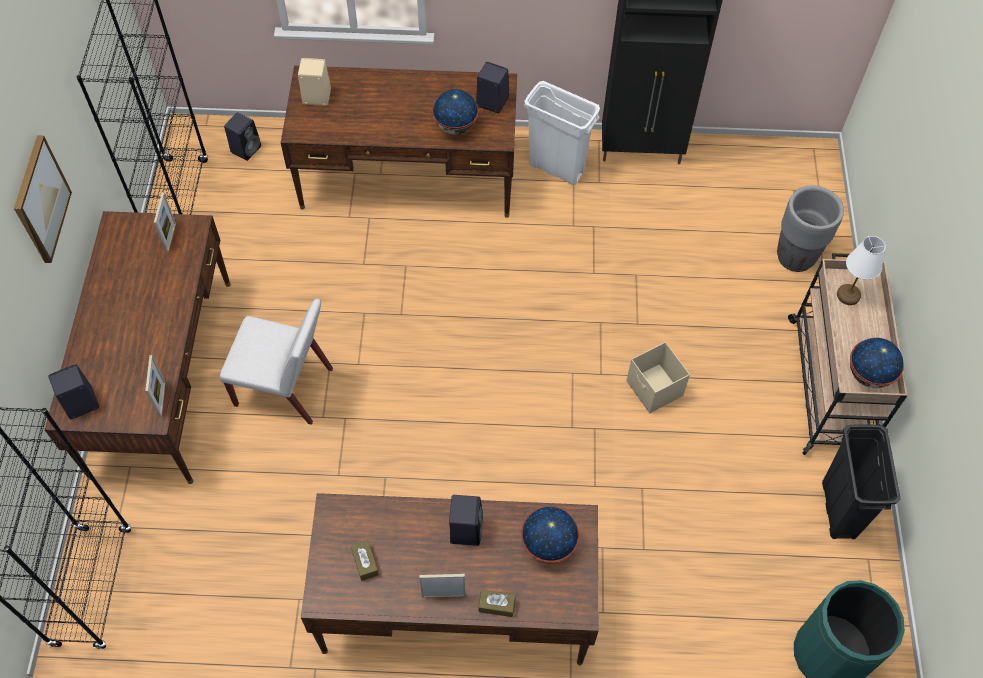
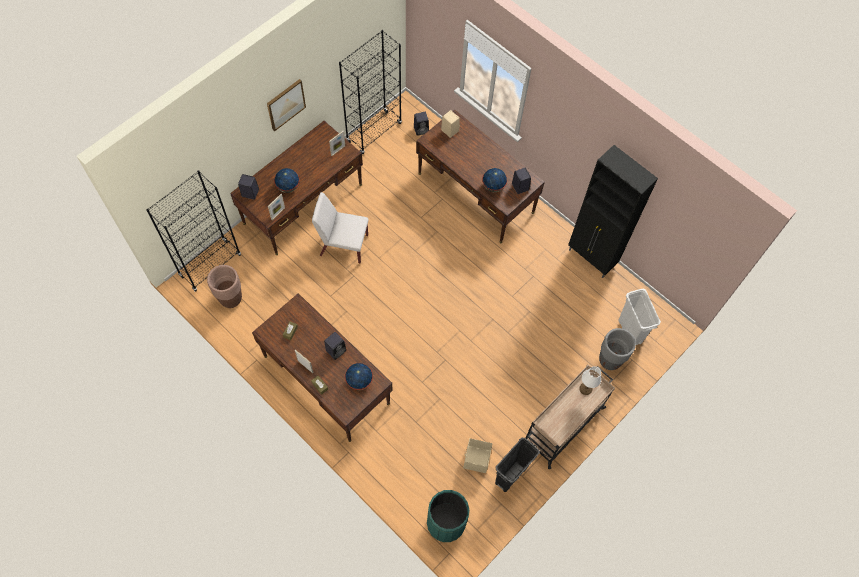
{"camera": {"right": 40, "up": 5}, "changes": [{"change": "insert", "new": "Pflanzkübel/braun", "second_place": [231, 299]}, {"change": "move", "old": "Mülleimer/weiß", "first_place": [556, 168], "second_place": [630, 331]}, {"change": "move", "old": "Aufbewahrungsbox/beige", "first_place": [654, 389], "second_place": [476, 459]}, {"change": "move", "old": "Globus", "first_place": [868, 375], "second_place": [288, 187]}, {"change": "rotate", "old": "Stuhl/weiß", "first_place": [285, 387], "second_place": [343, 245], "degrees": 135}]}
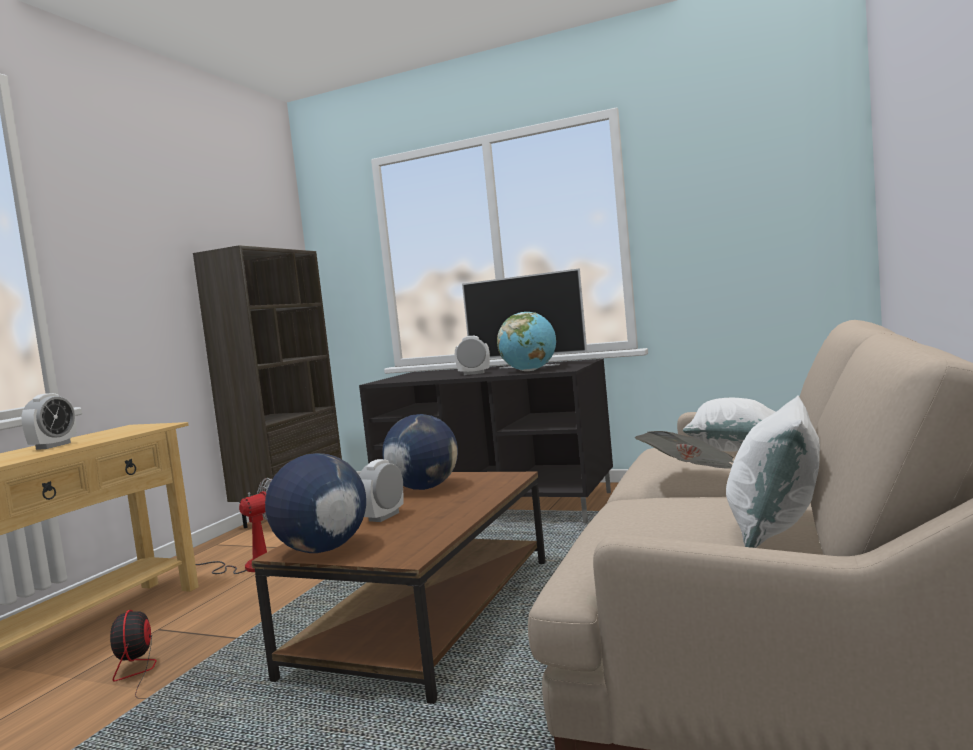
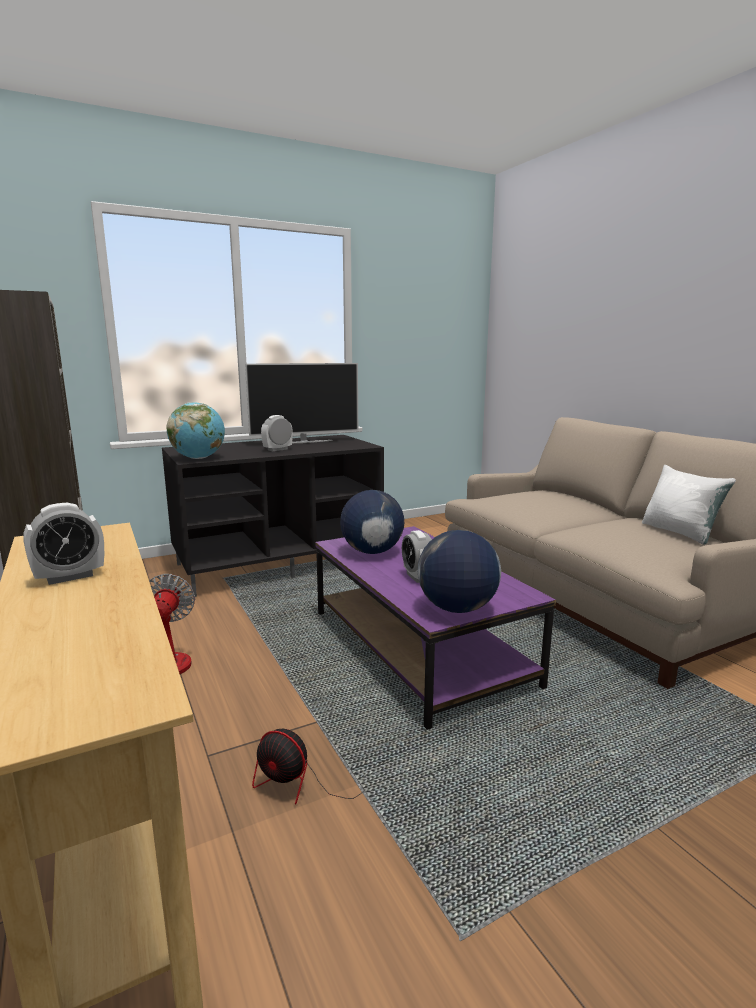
{"camera": {"right": -50, "up": 10}, "changes": [{"change": "delete", "old": "Zeitung", "first_place": [692, 478]}, {"change": "delete", "old": "Kissen/weiß", "first_place": [736, 449]}, {"change": "move", "old": "Globus", "first_place": [529, 371], "second_place": [198, 458]}, {"change": "recolor", "old": "Couchtisch/braun", "new": "Couchtisch/lila", "first_place": [428, 615], "second_place": [419, 647]}, {"change": "rotate", "old": "Wecker", "first_place": [53, 446], "second_place": [70, 577], "degrees": 90}]}
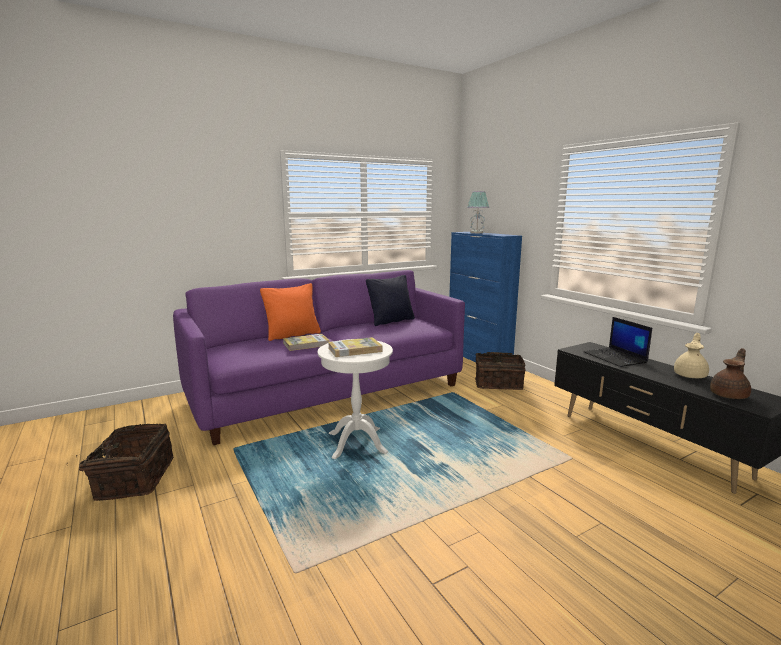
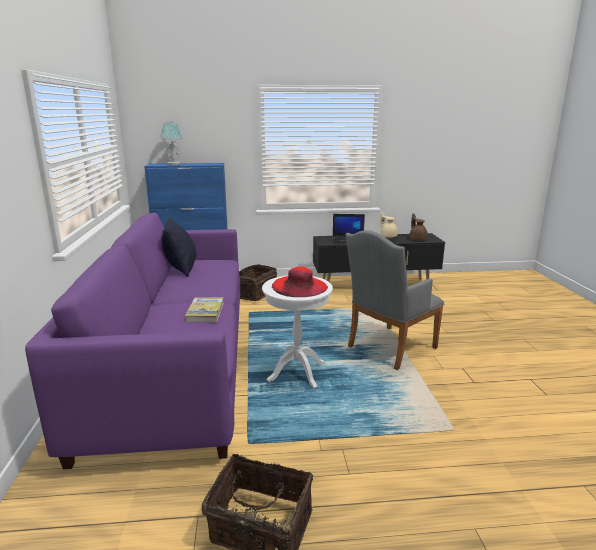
{"camera": {"right": -65, "up": 5}, "changes": [{"change": "delete", "old": "Kissen/orange", "first_place": [292, 335]}, {"change": "insert", "new": "Sessel/grau", "second_place": [388, 349]}, {"change": "replace", "old": "Buch", "new": "Hut/rot", "first_place": [354, 349], "second_place": [299, 286]}]}
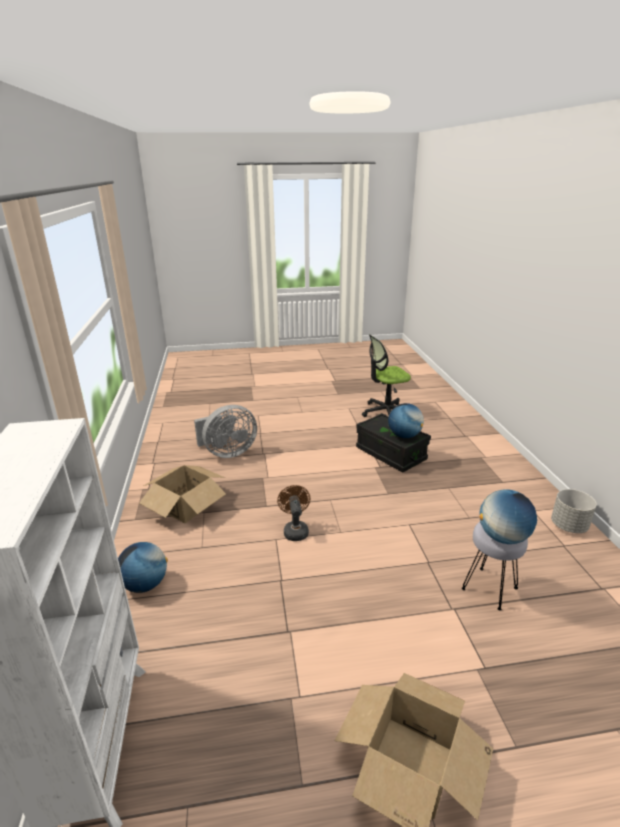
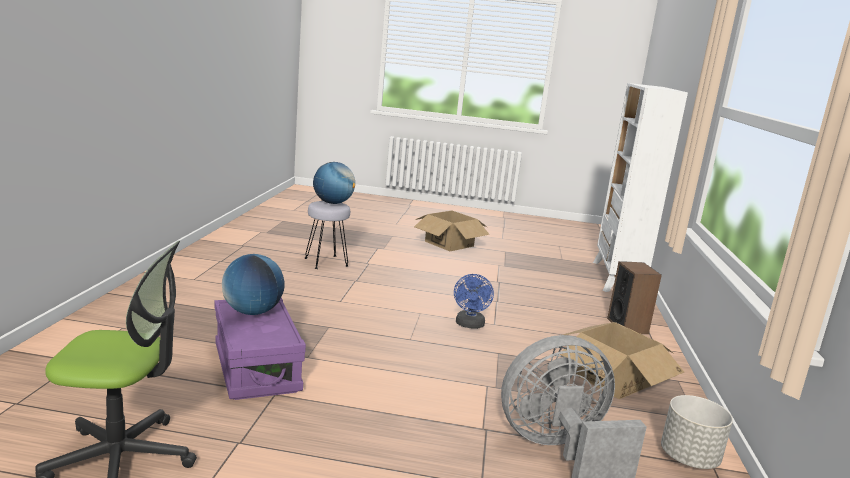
{"camera": {"right": -165, "up": -10}, "changes": [{"change": "move", "old": "Pflanzkübel/grau", "first_place": [569, 526], "second_place": [688, 458]}, {"change": "replace", "old": "Globus", "new": "Lautsprecher", "first_place": [145, 584], "second_place": [627, 326]}, {"change": "recolor", "old": "Ventilator/braun", "new": "Ventilator/blau", "first_place": [295, 530], "second_place": [469, 325]}, {"change": "recolor", "old": "Aufbewahrungsbox/schwarz", "new": "Aufbewahrungsbox/lila", "first_place": [390, 454], "second_place": [256, 368]}]}
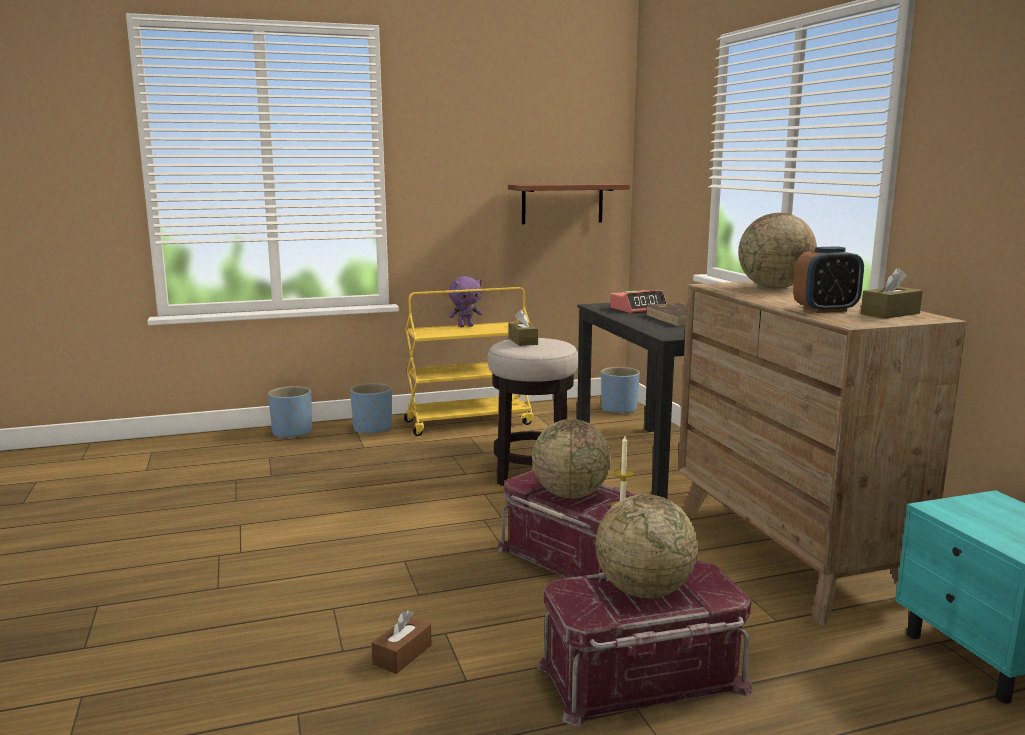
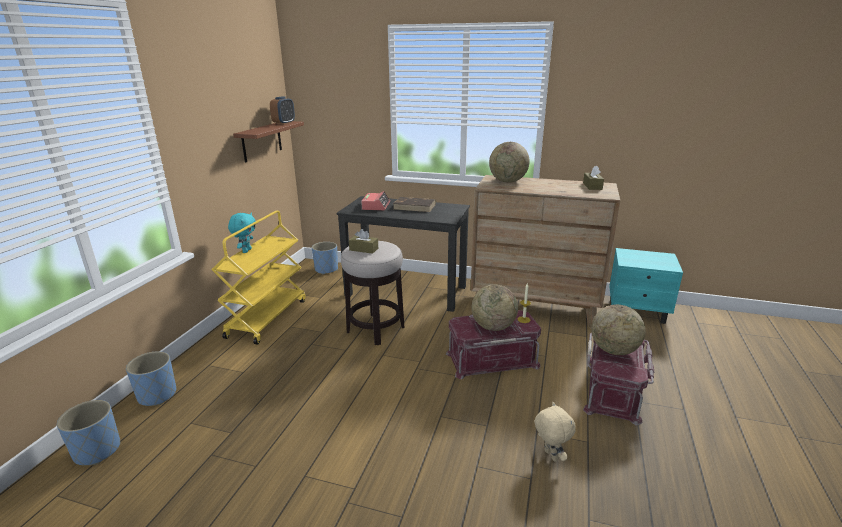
{"camera": {"right": -55, "up": 10}, "changes": [{"change": "move", "old": "Pflanzkübel/blau", "first_place": [372, 429], "second_place": [97, 451]}, {"change": "move", "old": "Wecker", "first_place": [825, 310], "second_place": [284, 123]}, {"change": "replace", "old": "Taschentuchbox/braun", "new": "Plüschtier/beige", "first_place": [402, 655], "second_place": [550, 455]}, {"change": "recolor", "old": "Plüschtier/lila", "new": "Plüschtier/türkis", "first_place": [465, 326], "second_place": [246, 251]}]}
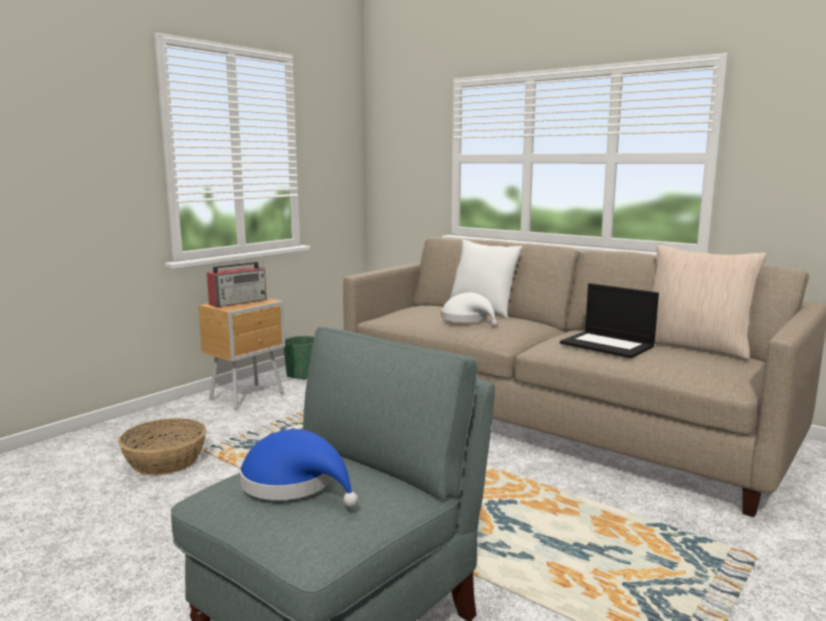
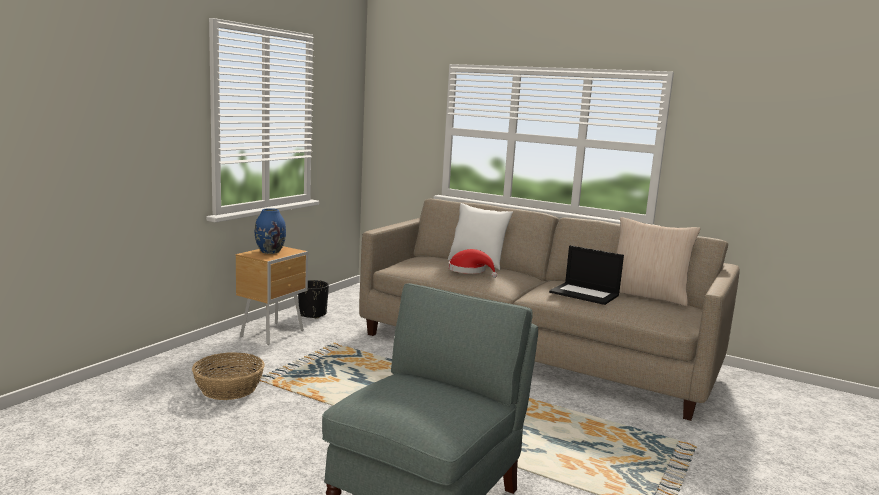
{"camera": {"right": -10, "up": 0}, "changes": [{"change": "delete", "old": "Hut/blau", "first_place": [294, 483]}, {"change": "replace", "old": "Radio", "new": "Vase/blau", "first_place": [239, 302], "second_place": [270, 251]}, {"change": "recolor", "old": "Pflanzkübel/grün", "new": "Pflanzkübel/schwarz", "first_place": [302, 375], "second_place": [312, 314]}, {"change": "recolor", "old": "Hut/weiß", "new": "Hut/rot", "first_place": [467, 319], "second_place": [469, 271]}]}
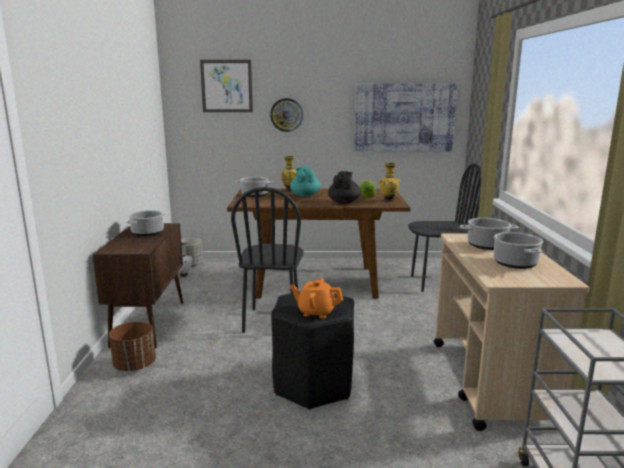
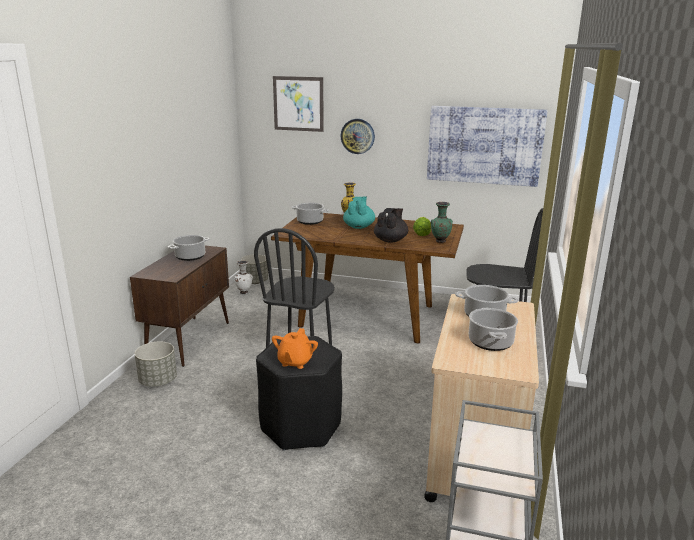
{"camera": {"right": 15, "up": 5}, "changes": [{"change": "recolor", "old": "Pflanzkübel/braun", "new": "Pflanzkübel/grau", "first_place": [135, 365], "second_place": [158, 381]}, {"change": "recolor", "old": "Vase/gelb", "new": "Vase/grün", "first_place": [388, 200], "second_place": [440, 242]}, {"change": "rotate", "old": "Teekanne/orange", "first_place": [316, 312], "second_place": [295, 362], "degrees": -105}]}
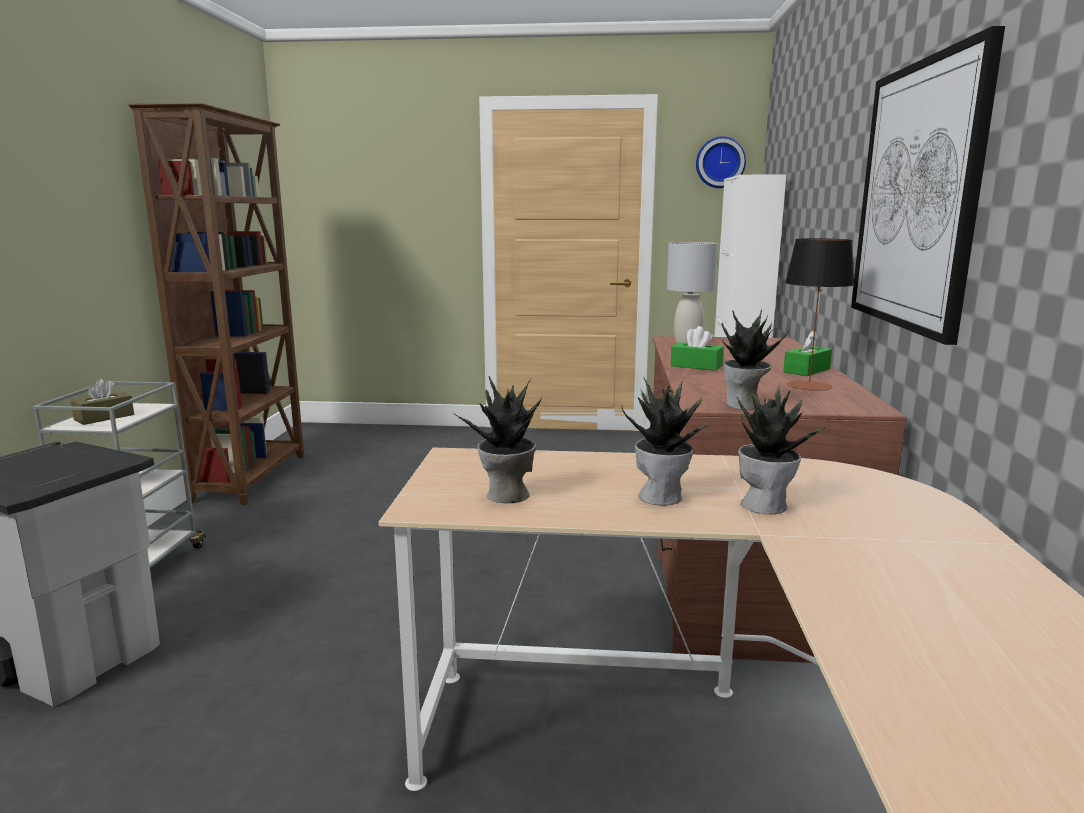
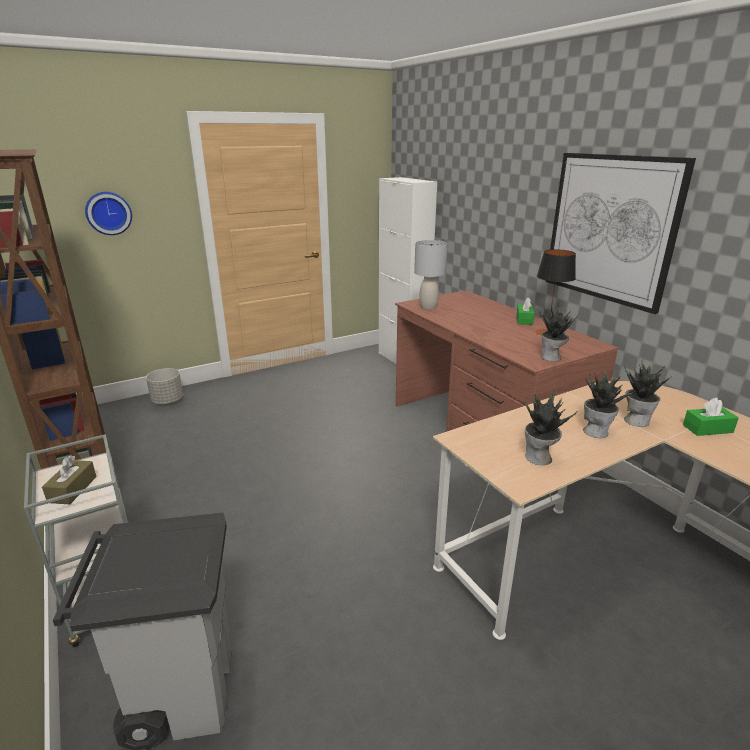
{"camera": {"right": -35, "up": 10}, "changes": [{"change": "insert", "new": "Pflanzkübel/grau", "second_place": [167, 401]}, {"change": "move", "old": "Taschentuchbox/grün", "first_place": [696, 366], "second_place": [707, 429]}, {"change": "move", "old": "Wanduhr", "first_place": [720, 162], "second_place": [108, 213]}]}
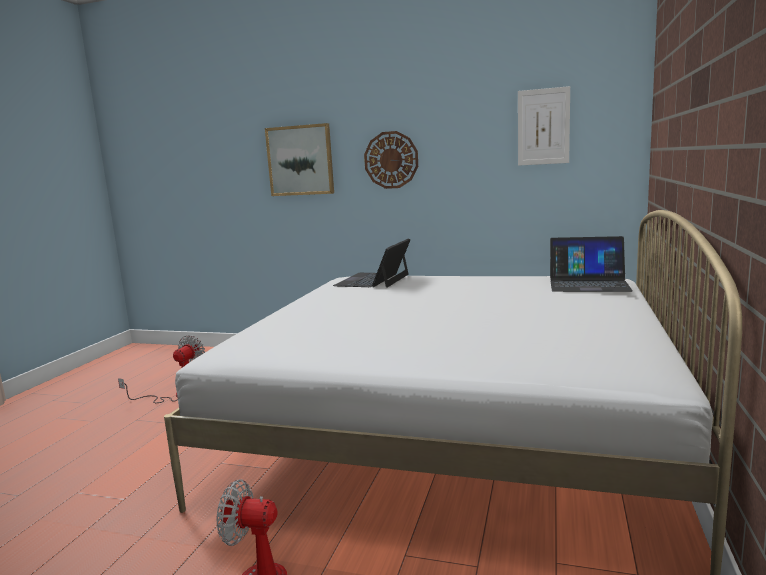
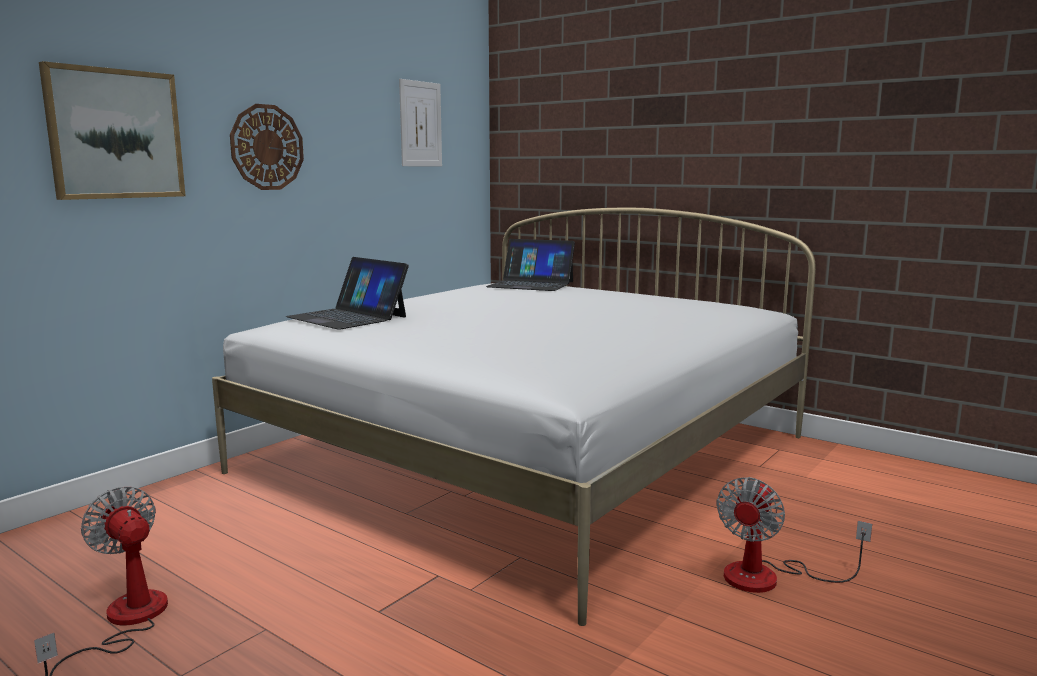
{"camera": {"right": -70, "up": 0}, "changes": [{"change": "rotate", "old": "Laptop", "first_place": [588, 284], "second_place": [531, 284], "degrees": 75}]}
